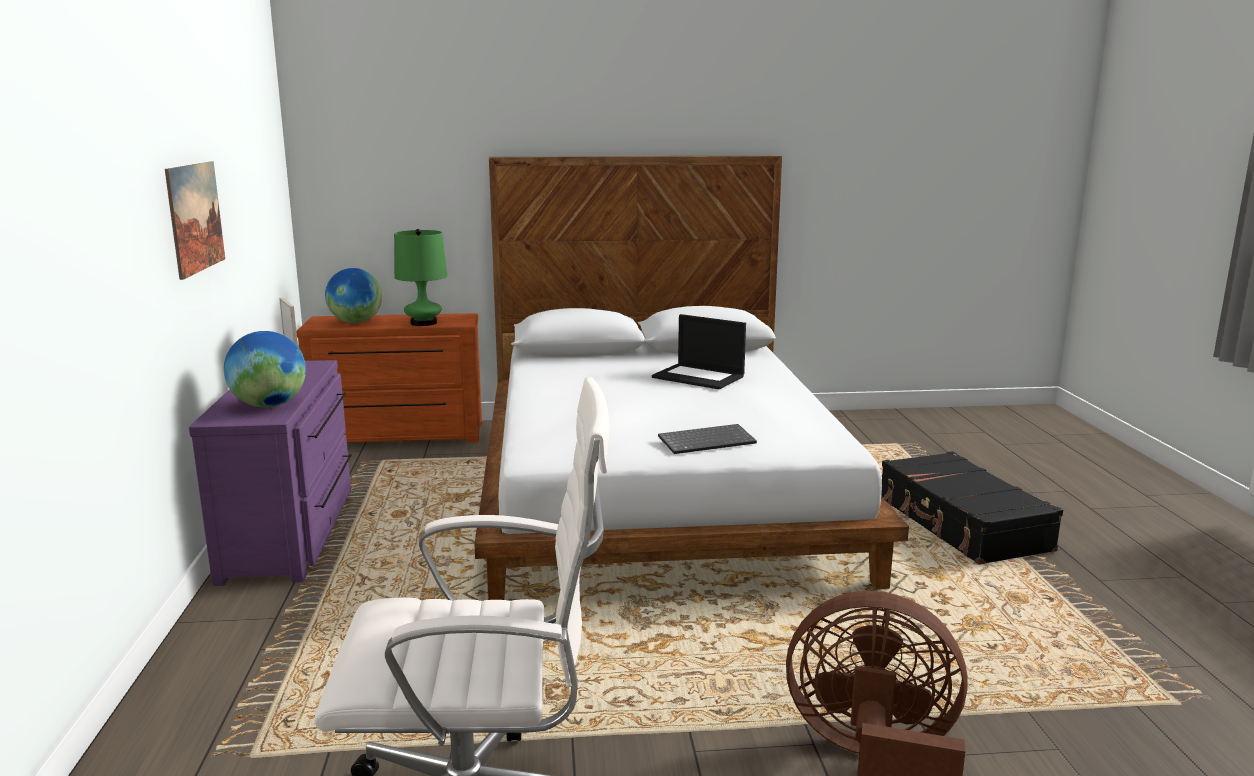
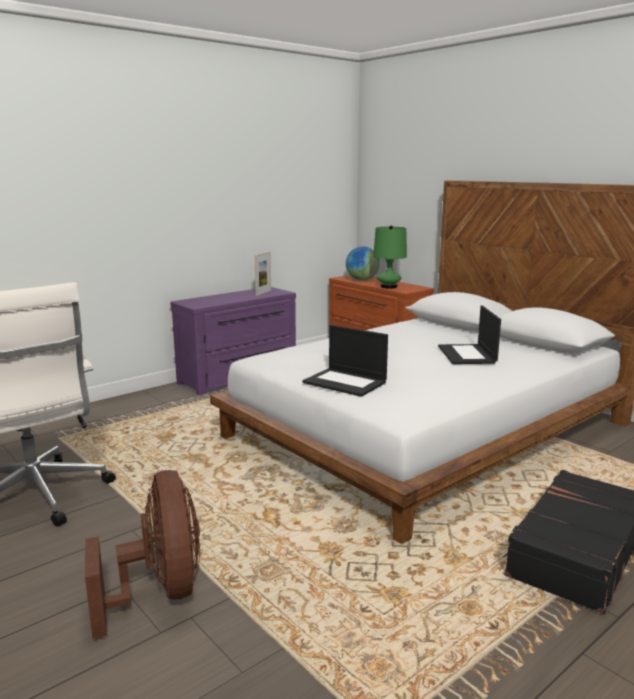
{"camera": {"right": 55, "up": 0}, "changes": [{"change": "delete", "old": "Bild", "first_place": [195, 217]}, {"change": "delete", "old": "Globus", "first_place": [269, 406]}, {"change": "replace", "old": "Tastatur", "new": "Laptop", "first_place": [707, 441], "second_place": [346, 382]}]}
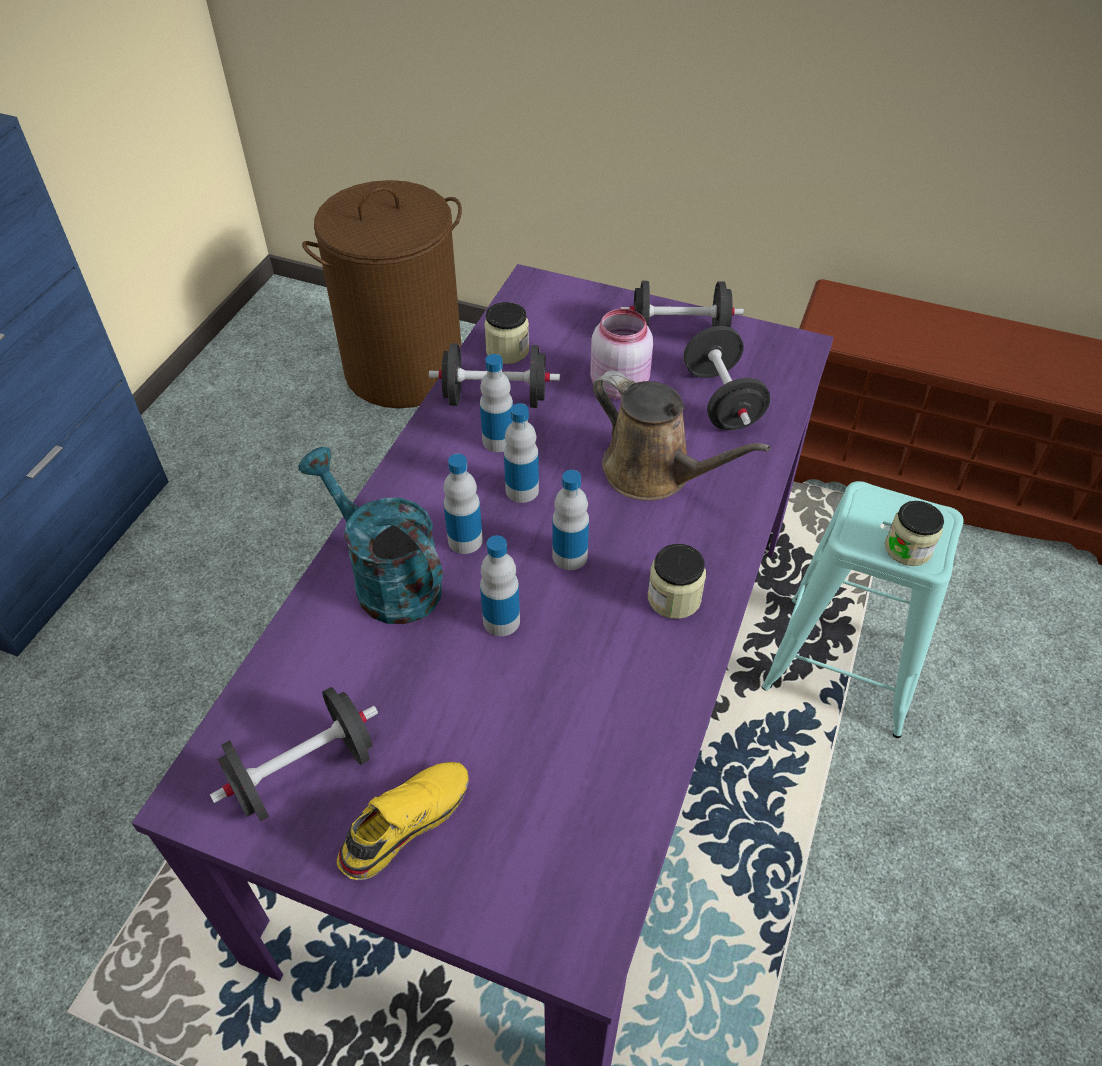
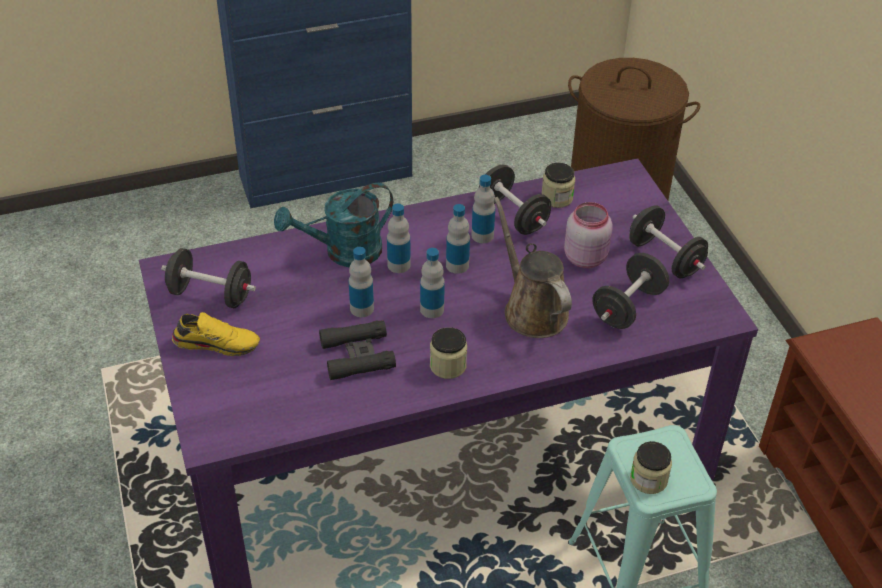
{"camera": {"right": 50, "up": -5}, "changes": [{"change": "insert", "new": "Fernglas/schwarz", "second_place": [357, 355]}, {"change": "rotate", "old": "Gießkanne/türkis", "first_place": [386, 579], "second_place": [343, 253], "degrees": -120}, {"change": "rotate", "old": "Gießkanne/braun", "first_place": [654, 473], "second_place": [532, 309], "degrees": 150}]}
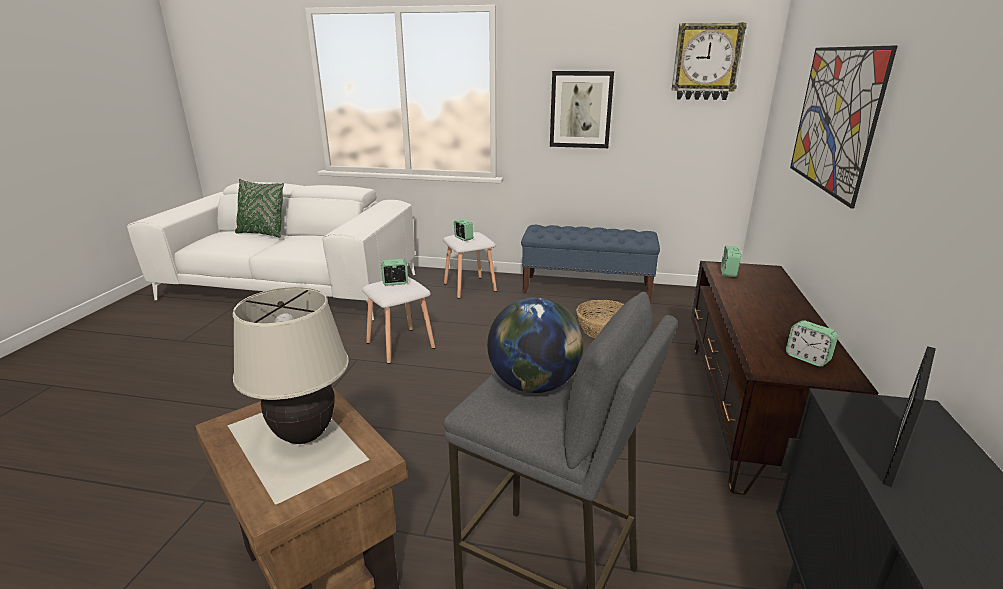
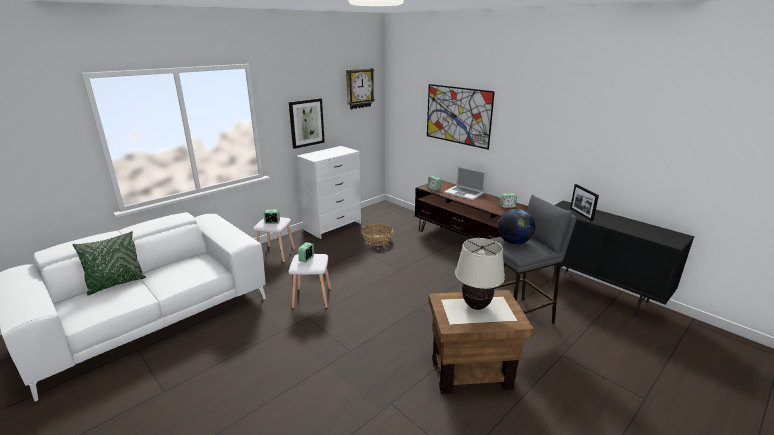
{"camera": {"right": -55, "up": 0}, "changes": [{"change": "insert", "new": "Laptop", "second_place": [464, 193]}, {"change": "replace", "old": "Bank/blau", "new": "Kommode/weiß", "first_place": [587, 289], "second_place": [333, 226]}]}
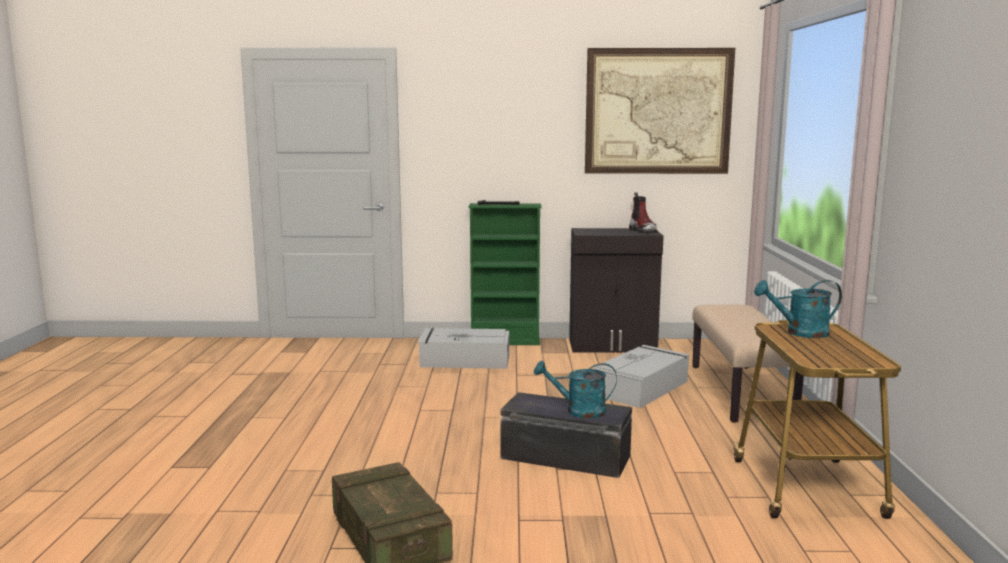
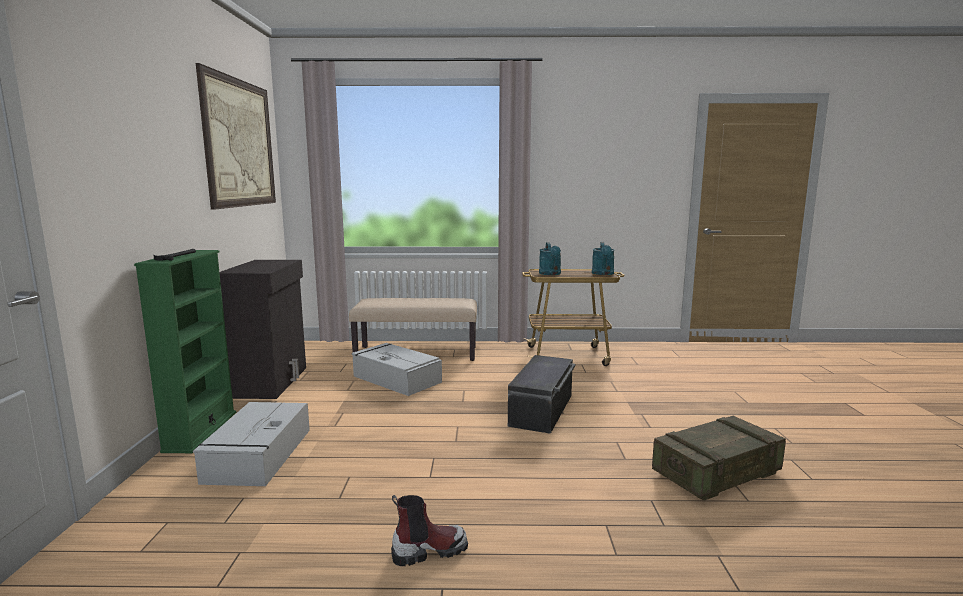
{"camera": {"right": -90, "up": 0}, "changes": [{"change": "move", "old": "Gießkanne/türkis", "first_place": [578, 411], "second_place": [603, 274]}, {"change": "move", "old": "Stiefel", "first_place": [643, 231], "second_place": [429, 551]}]}
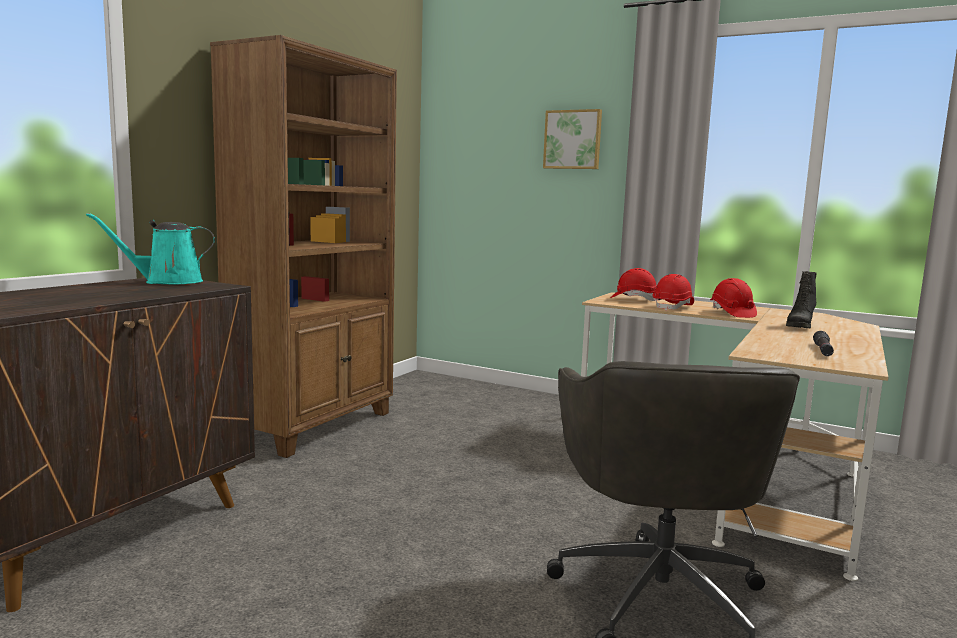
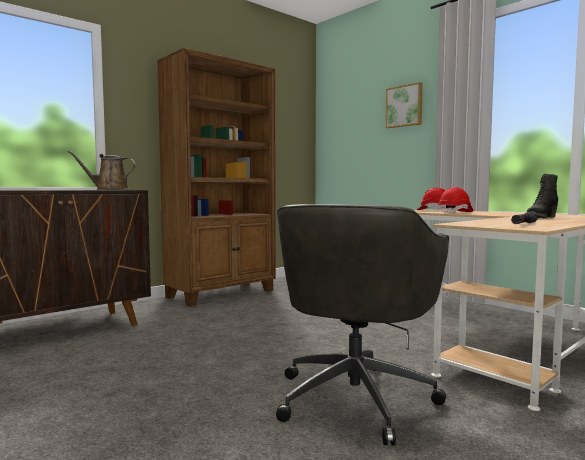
{"camera": {"right": 20, "up": -5}, "changes": [{"change": "delete", "old": "Schutzhelm/rot", "first_place": [732, 313]}, {"change": "recolor", "old": "Gießkanne/türkis", "new": "Gießkanne/braun", "first_place": [167, 282], "second_place": [109, 189]}]}
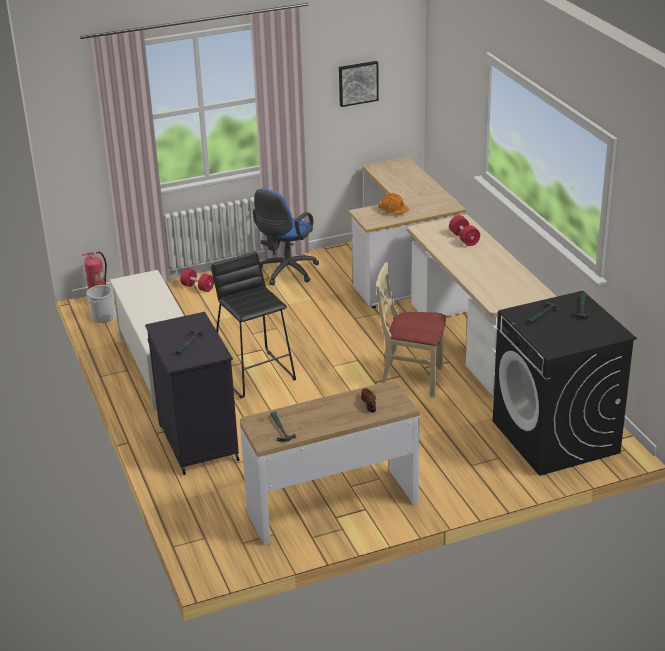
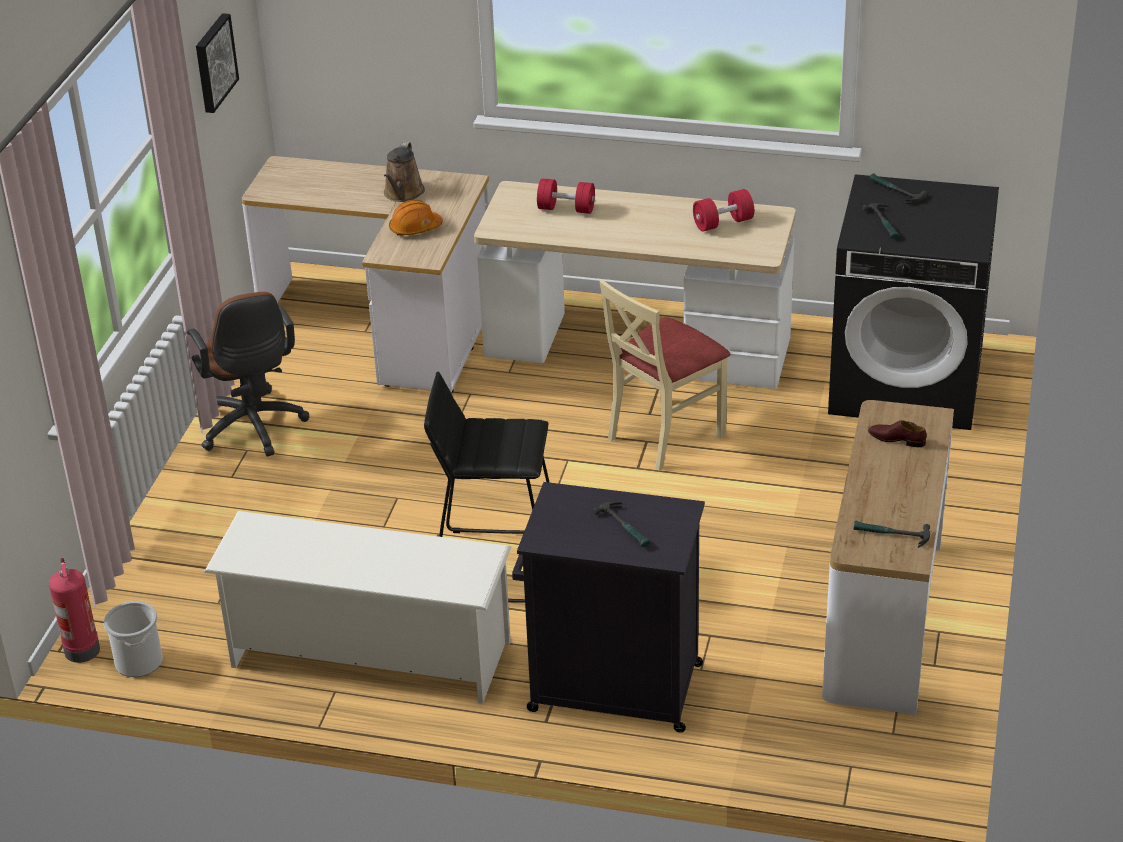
{"camera": {"right": -55, "up": 5}, "changes": [{"change": "insert", "new": "Gießkanne/braun", "second_place": [403, 194]}, {"change": "move", "old": "Hantel/rot", "first_place": [198, 287], "second_place": [723, 223]}, {"change": "recolor", "old": "Bürostuhl/blau", "new": "Bürostuhl/braun", "first_place": [285, 273], "second_place": [253, 429]}]}
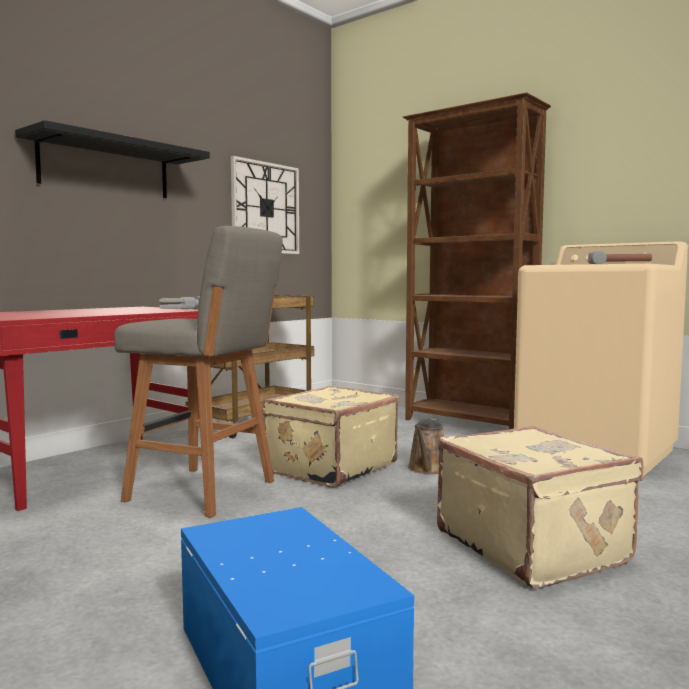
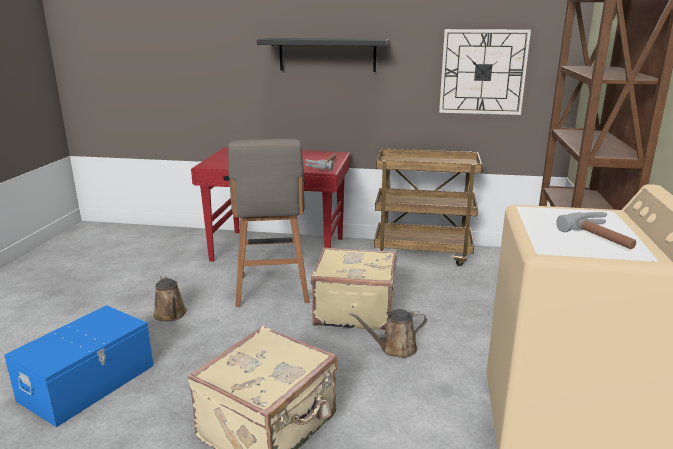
{"camera": {"right": 60, "up": 15}, "changes": [{"change": "insert", "new": "Gießkanne/braun", "second_place": [171, 315]}]}
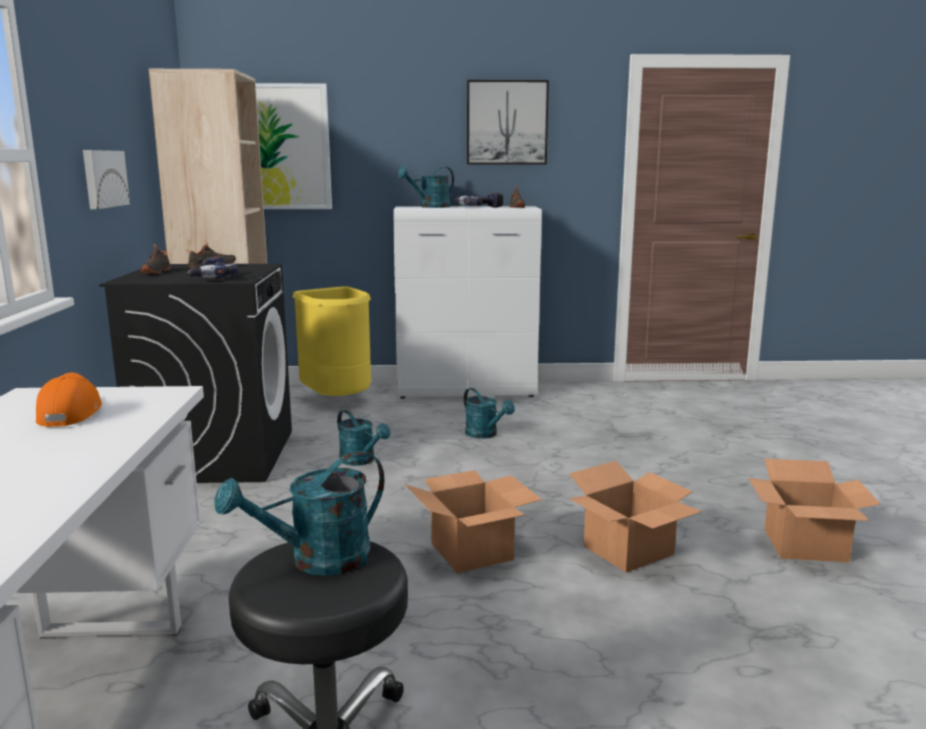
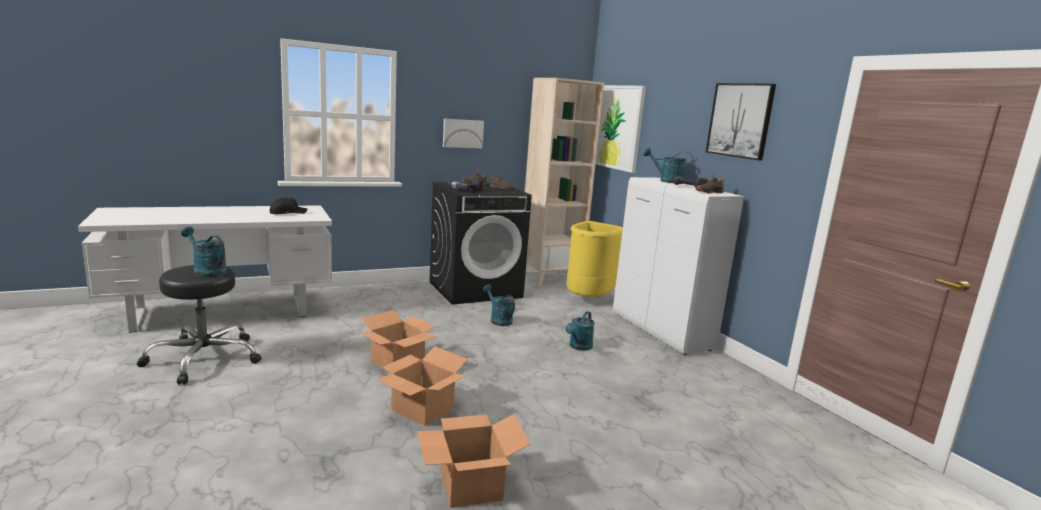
{"camera": {"right": 65, "up": 0}, "changes": [{"change": "recolor", "old": "Kappe/orange", "new": "Kappe/schwarz", "first_place": [70, 413], "second_place": [287, 212]}, {"change": "rotate", "old": "Gießkanne/türkis", "first_place": [361, 461], "second_place": [498, 320], "degrees": 120}]}
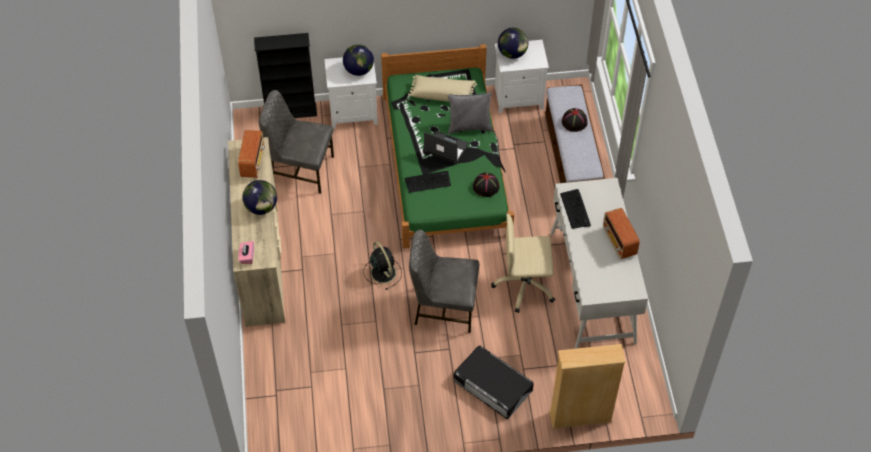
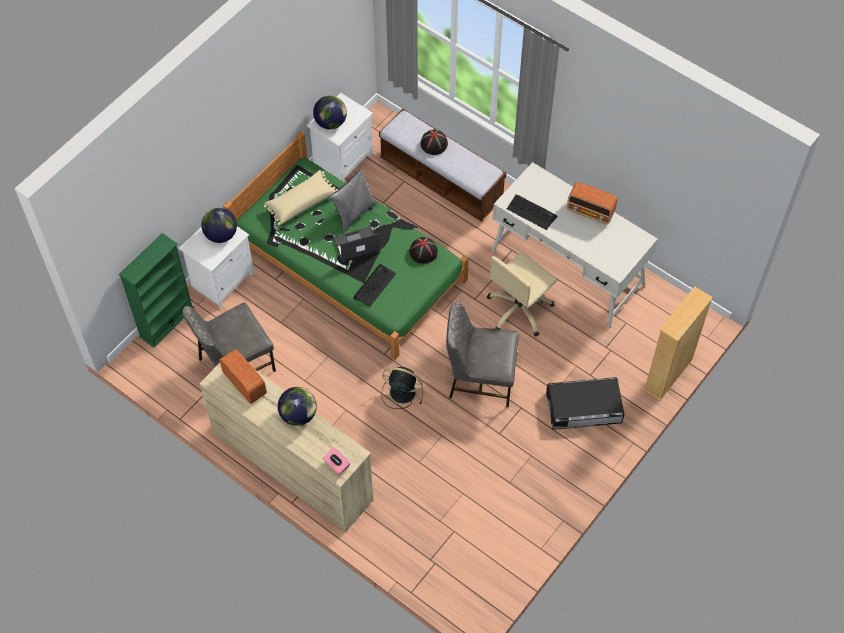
{"camera": {"right": -45, "up": 5}, "changes": [{"change": "recolor", "old": "Bücherregal/schwarz", "new": "Bücherregal/grün", "first_place": [291, 112], "second_place": [166, 322]}, {"change": "rotate", "old": "Stuhl/grau", "first_place": [444, 307], "second_place": [480, 378], "degrees": 45}]}
